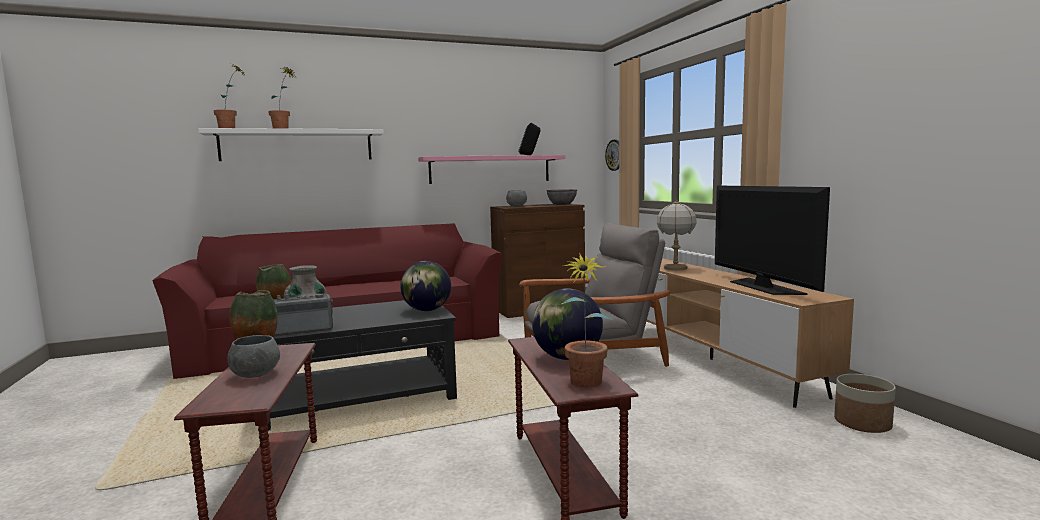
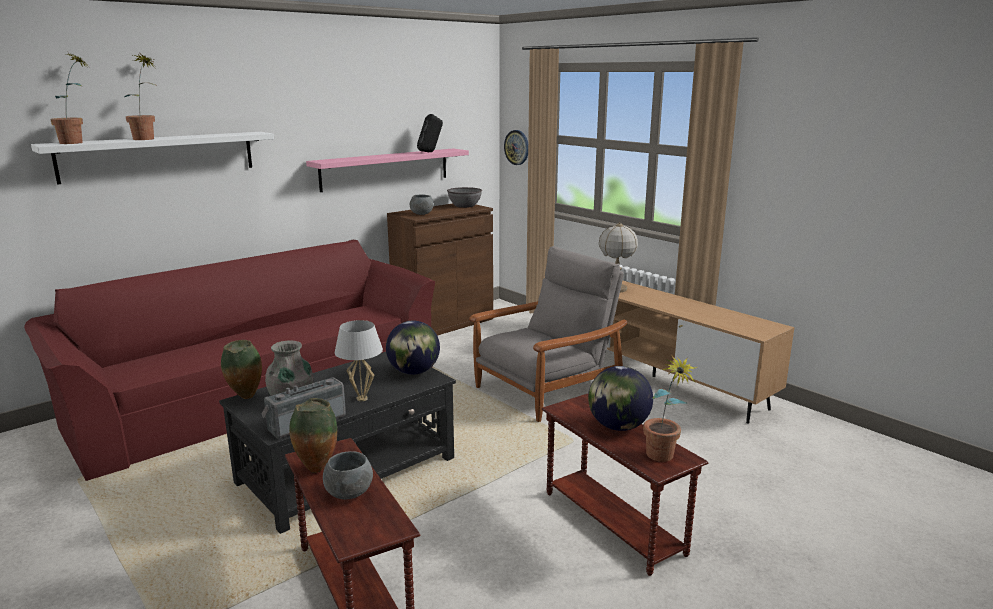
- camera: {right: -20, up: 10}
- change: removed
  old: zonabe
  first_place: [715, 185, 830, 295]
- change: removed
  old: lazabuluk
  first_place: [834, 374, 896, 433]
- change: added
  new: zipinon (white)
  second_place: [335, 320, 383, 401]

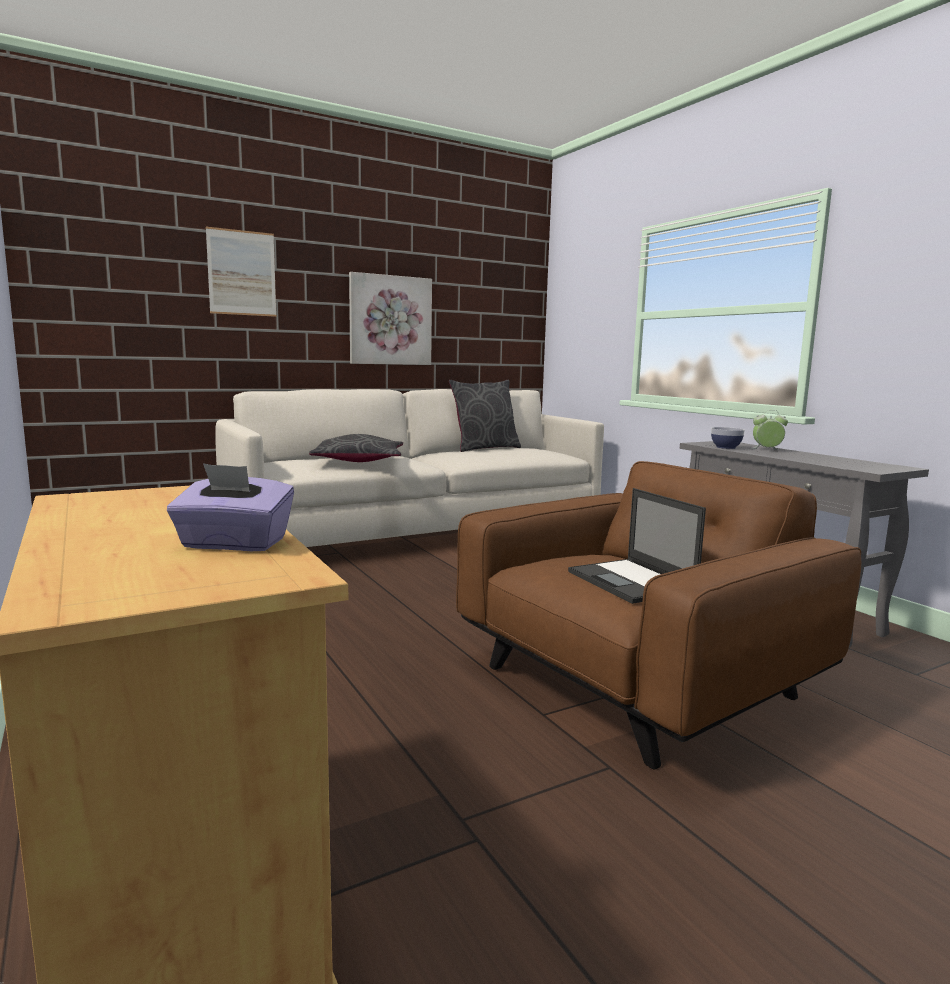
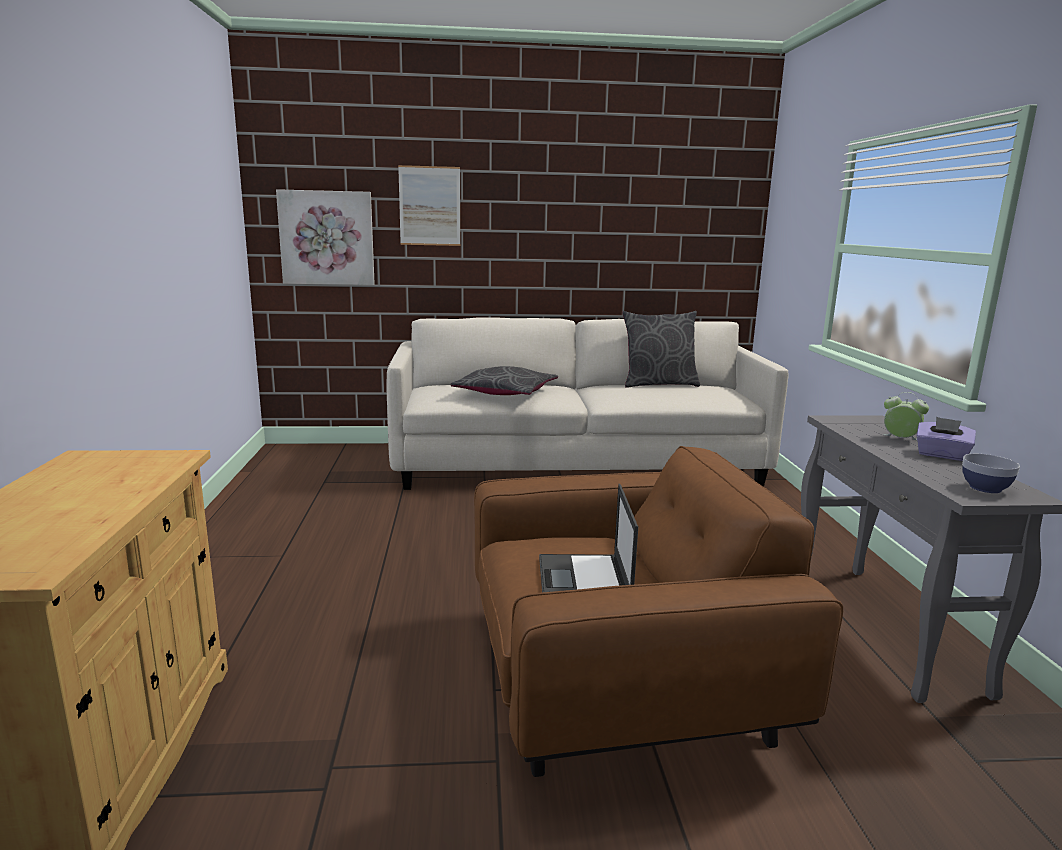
- camera: {right: 25, up: 5}
- change: moved
  old: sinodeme
  first_place: [349, 272, 432, 365]
  second_place: [276, 189, 375, 285]
- change: moved
  old: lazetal
  first_place: [711, 427, 745, 449]
  second_place: [962, 454, 1020, 493]
- change: moved
  old: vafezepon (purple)
  first_place: [167, 463, 294, 551]
  second_place: [917, 417, 976, 461]

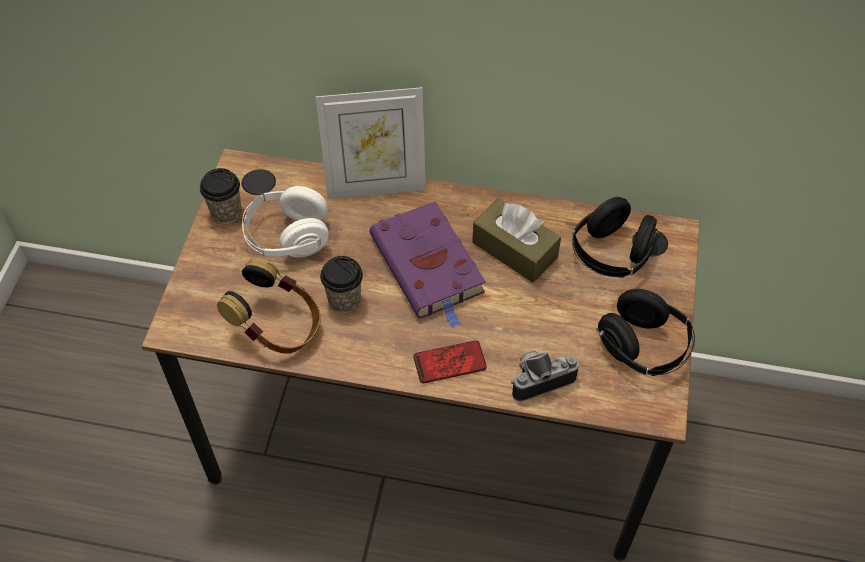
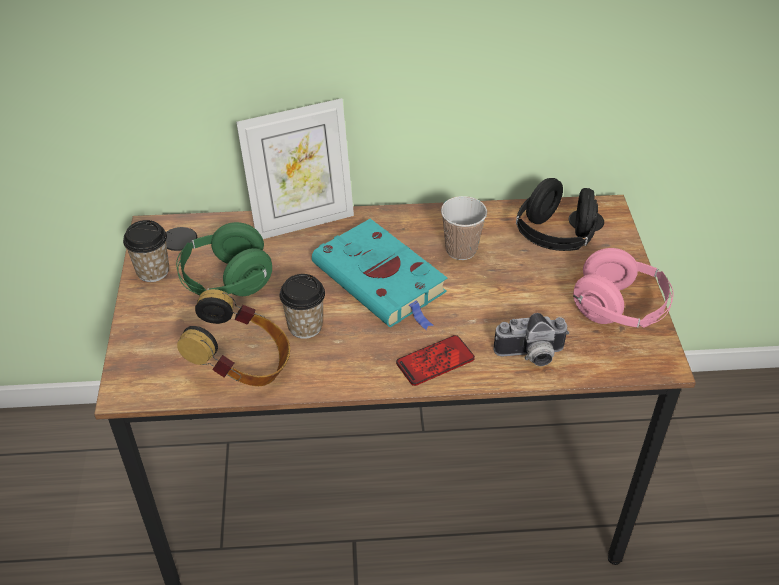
- camera: {right: -15, up: -10}
- change: recoloured
  old: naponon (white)
  new: naponon (green)
  first_place: [242, 186, 329, 258]
  second_place: [176, 222, 272, 296]
- change: replaced
  old: vafezepon (brown)
  new: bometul
  first_place: [472, 198, 561, 283]
  second_place: [441, 196, 487, 260]
- change: recoloured
  old: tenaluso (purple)
  new: tenaluso (turquoise)
  first_place: [370, 201, 486, 329]
  second_place: [312, 219, 447, 330]
- change: recoloured
  old: naponon (black)
  new: naponon (pink)
  first_place: [596, 289, 695, 376]
  second_place: [573, 248, 673, 328]
- change: turned
  old: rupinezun
  first_place: [511, 350, 579, 402]
  second_place: [494, 313, 569, 366]
  degrees: -150

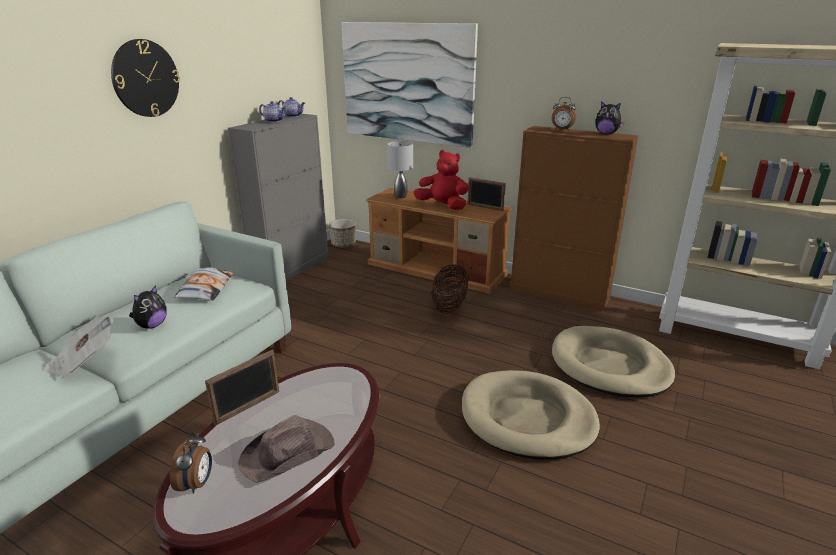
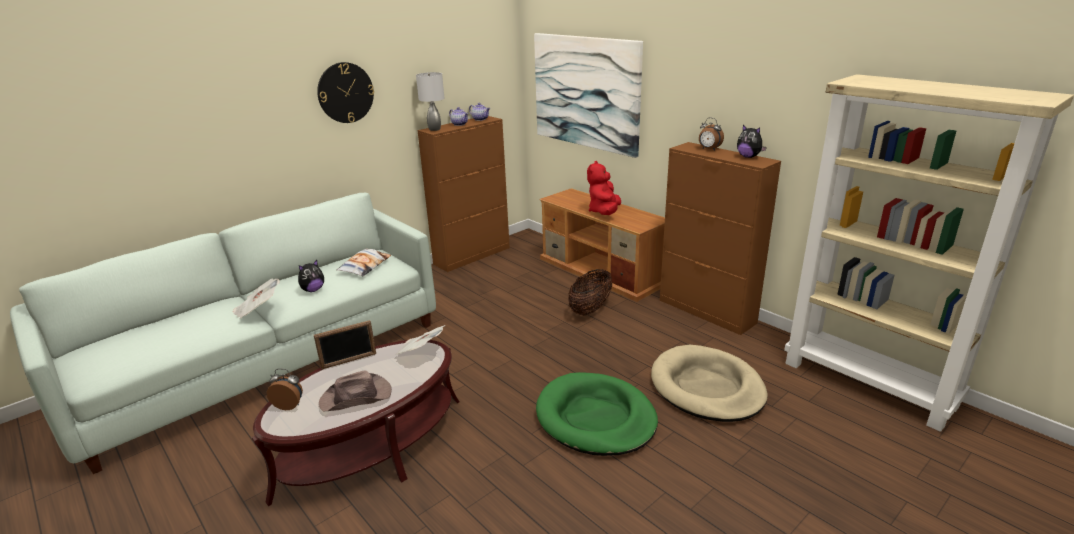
- camera: {right: 20, up: 0}
- change: recoloured
  old: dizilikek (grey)
  new: dizilikek (brown)
  first_place: [228, 114, 328, 281]
  second_place: [417, 116, 510, 272]
- change: moved
  old: zipinon (grey)
  first_place: [387, 141, 413, 198]
  second_place: [416, 72, 445, 131]
- change: turned
  old: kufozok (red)
  first_place: [414, 150, 469, 210]
  second_place: [587, 161, 621, 215]
  degrees: -120
- change: removed
  old: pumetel
  first_place: [467, 177, 506, 211]
- change: removed
  old: lazabuluk
  first_place: [329, 219, 356, 248]
- change: recoloured
  old: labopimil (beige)
  new: labopimil (green)
  first_place: [462, 370, 600, 460]
  second_place: [536, 372, 658, 456]
- change: turned
  old: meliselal
  first_place: [170, 432, 212, 494]
  second_place: [267, 368, 303, 410]
  degrees: -105
- change: added
  new: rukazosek
  second_place: [395, 325, 445, 355]

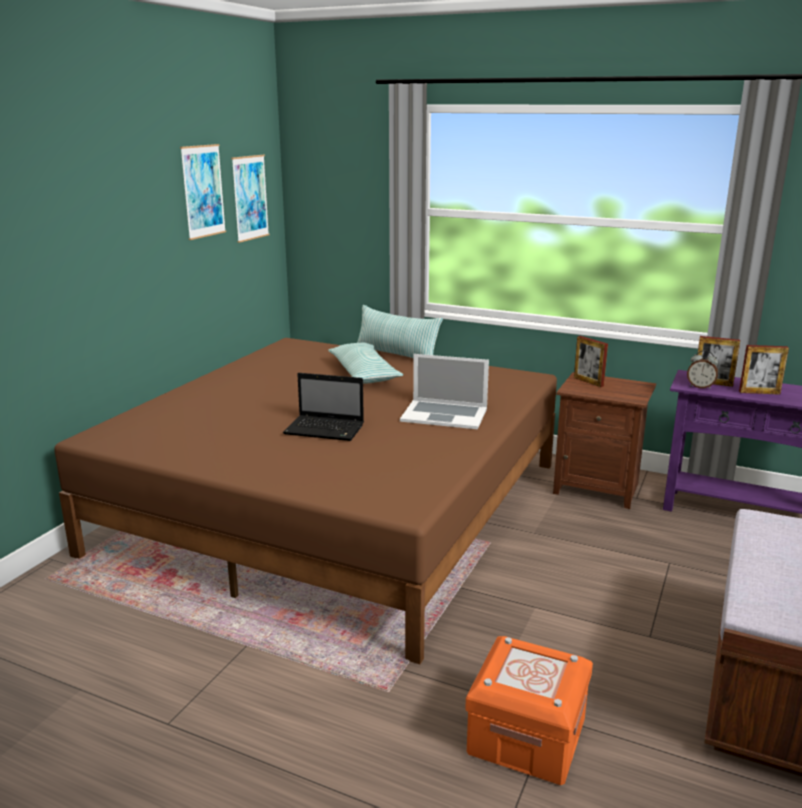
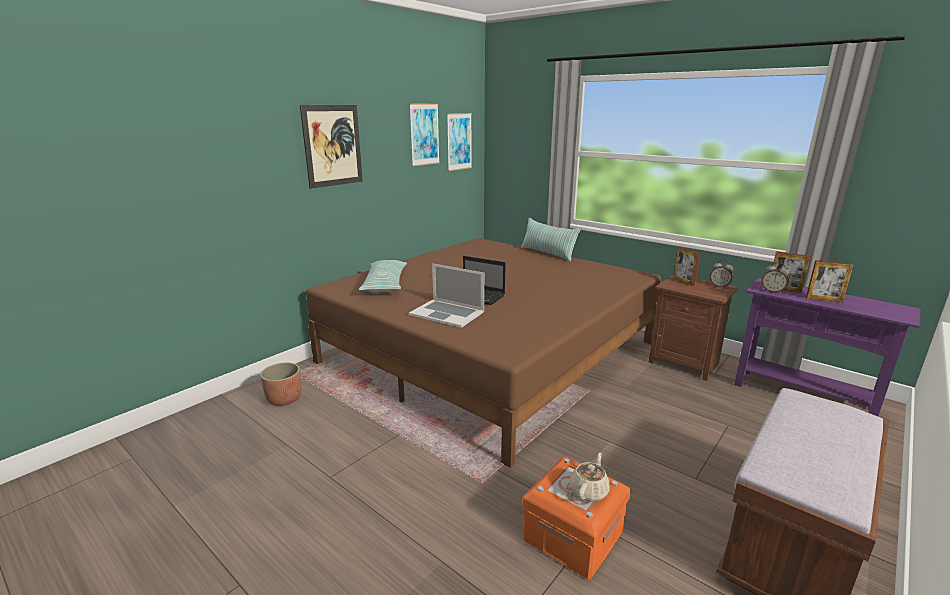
- camera: {right: 15, up: 0}
- change: moved
  old: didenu
  first_place: [328, 343, 403, 384]
  second_place: [359, 260, 407, 293]
- change: moved
  old: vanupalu
  first_place: [400, 354, 489, 429]
  second_place: [409, 263, 484, 328]
- change: added
  new: sinodeme
  second_place: [300, 105, 363, 189]
- change: added
  new: meliselal
  second_place: [710, 260, 733, 288]
- change: added
  new: lazabuluk
  second_place: [260, 363, 301, 406]
- change: added
  new: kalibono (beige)
  second_place: [569, 453, 610, 501]

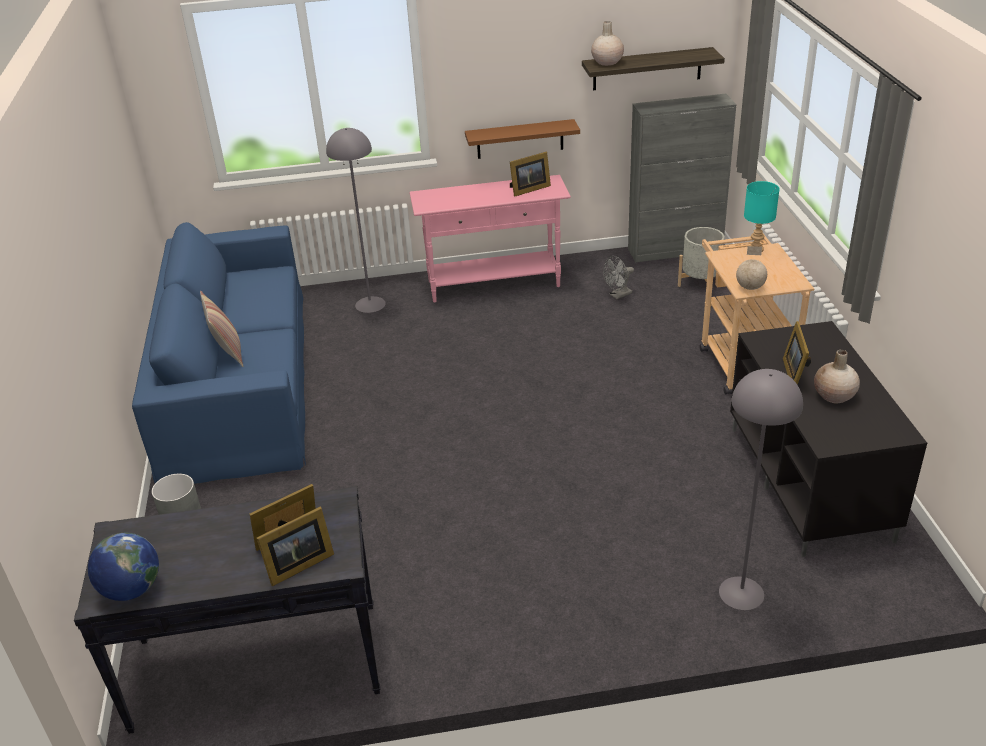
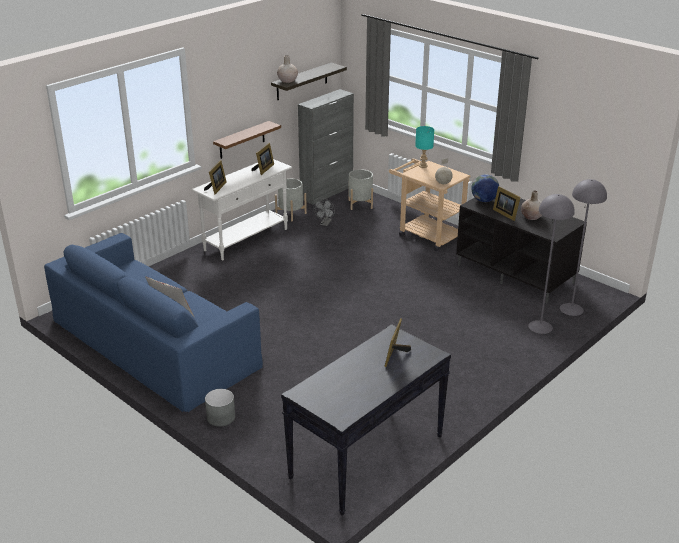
- camera: {right: -40, up: -5}
- change: moved
  old: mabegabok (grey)
  first_place: [326, 128, 386, 313]
  second_place: [560, 179, 607, 316]
- change: recoloured
  old: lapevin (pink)
  new: lapevin (white)
  first_place: [409, 175, 571, 302]
  second_place: [192, 159, 293, 260]
- change: moved
  old: pumetel
  first_place: [257, 507, 334, 586]
  second_place: [204, 160, 226, 194]
- change: moved
  old: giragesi
  first_place: [88, 533, 159, 601]
  second_place: [471, 174, 499, 202]
- change: added
  new: lazabuluk (grey)
  second_place: [275, 179, 307, 221]

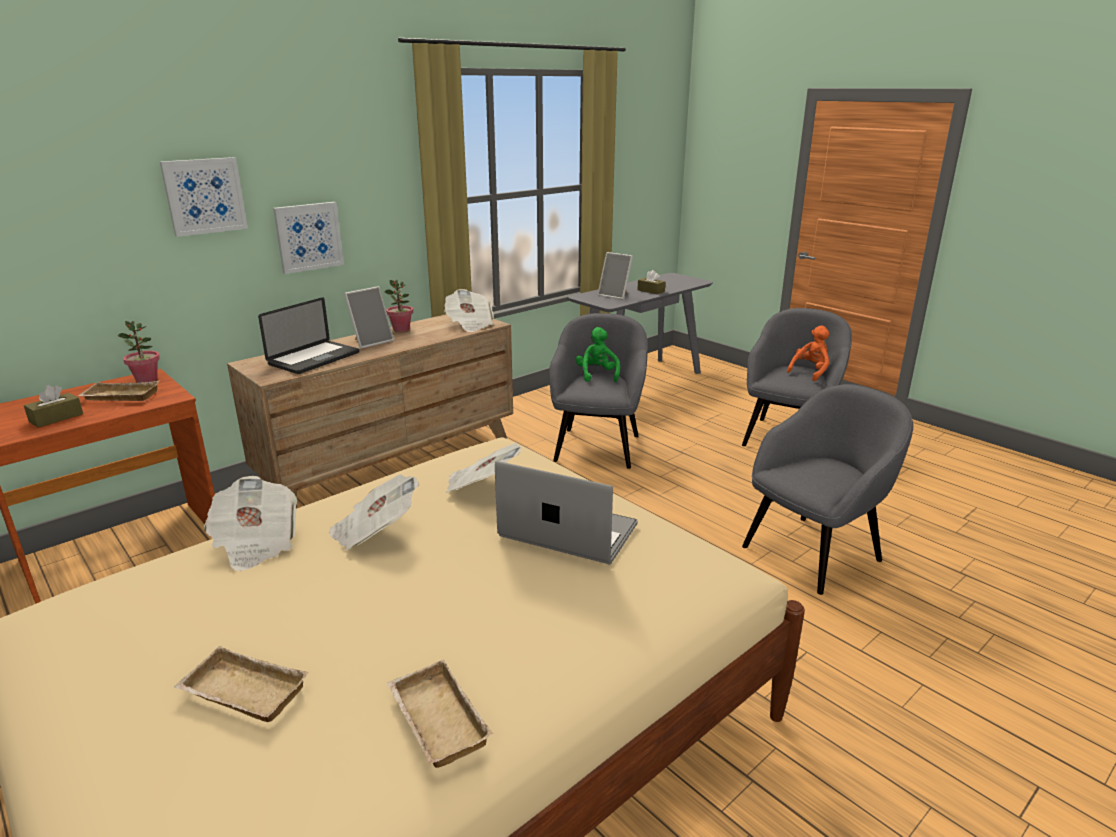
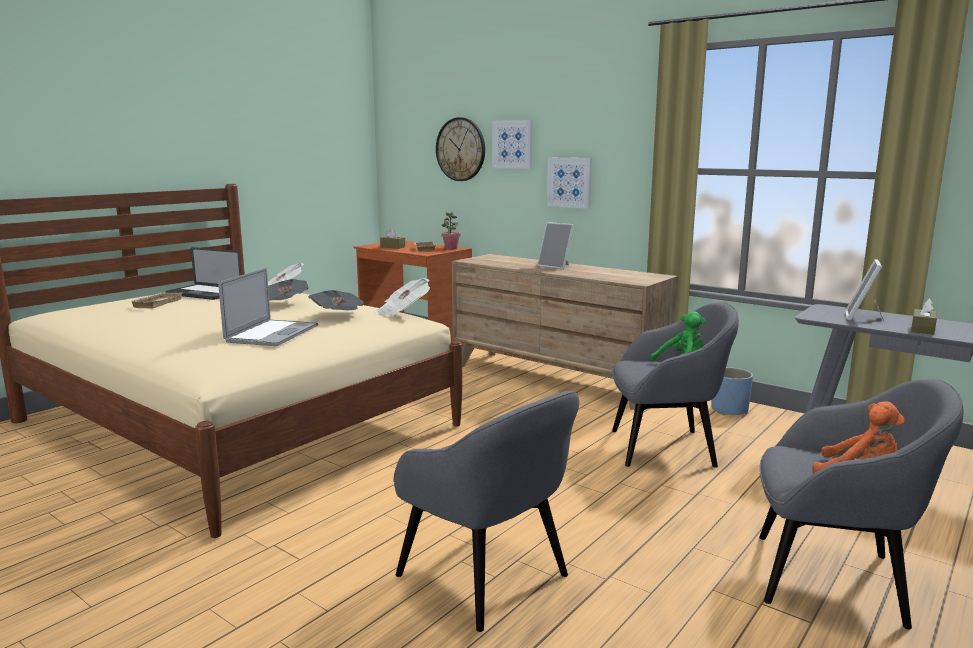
- camera: {right: 80, up: -10}
- change: removed
  old: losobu
  first_place: [384, 280, 413, 332]
- change: moved
  old: rukazosek
  first_place: [444, 289, 494, 332]
  second_place: [374, 278, 430, 315]
- change: moved
  old: vanupalu
  first_place: [258, 297, 359, 374]
  second_place: [165, 247, 241, 300]
- change: removed
  old: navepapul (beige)
  first_place: [387, 659, 493, 768]
- change: added
  new: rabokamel
  second_place: [436, 117, 485, 181]
- change: added
  new: lazabuluk (blue)
  second_place: [711, 367, 753, 416]

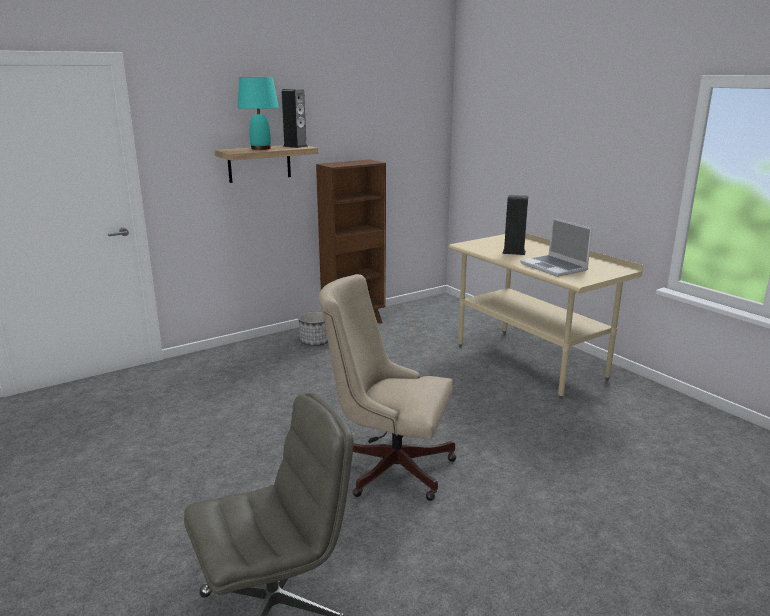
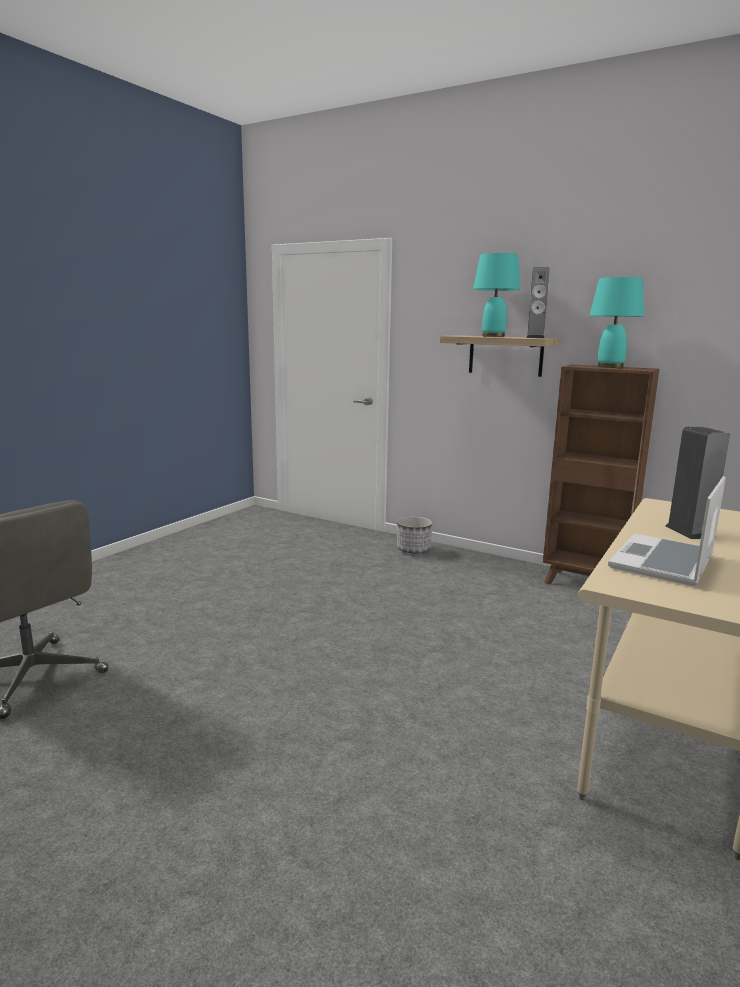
- camera: {right: 65, up: -5}
- change: removed
  old: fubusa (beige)
  first_place: [318, 274, 457, 501]
- change: moved
  old: lazabuluk
  first_place: [299, 311, 328, 346]
  second_place: [397, 516, 432, 553]
- change: added
  new: zipinon (turquoise)
  second_place: [590, 277, 644, 368]

